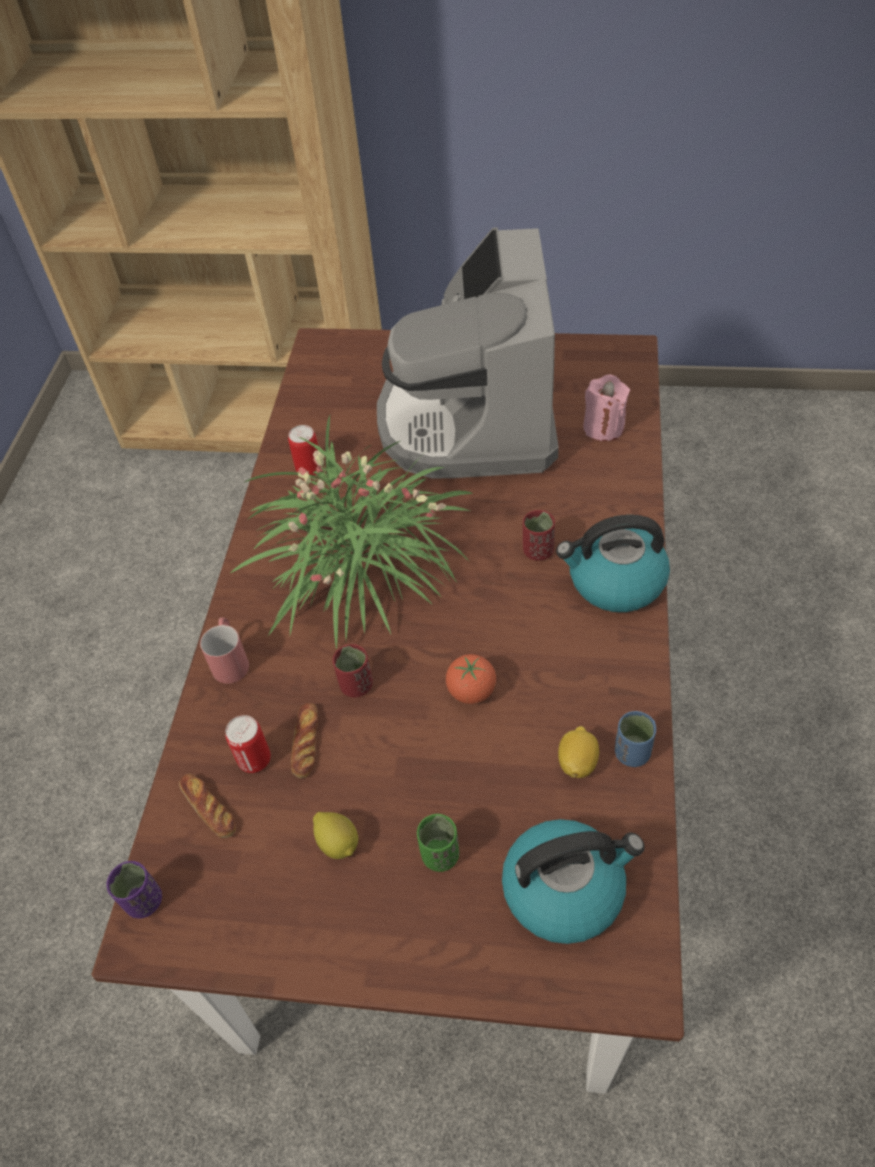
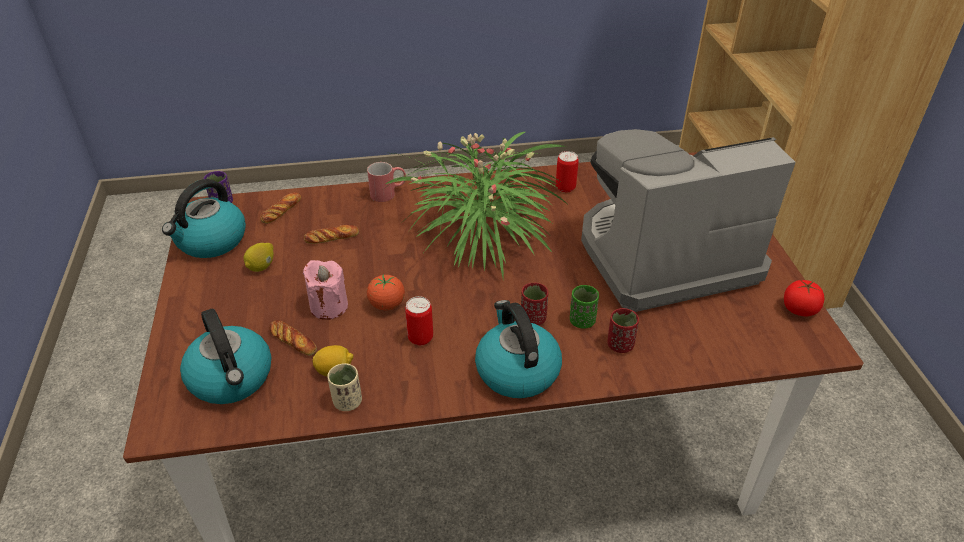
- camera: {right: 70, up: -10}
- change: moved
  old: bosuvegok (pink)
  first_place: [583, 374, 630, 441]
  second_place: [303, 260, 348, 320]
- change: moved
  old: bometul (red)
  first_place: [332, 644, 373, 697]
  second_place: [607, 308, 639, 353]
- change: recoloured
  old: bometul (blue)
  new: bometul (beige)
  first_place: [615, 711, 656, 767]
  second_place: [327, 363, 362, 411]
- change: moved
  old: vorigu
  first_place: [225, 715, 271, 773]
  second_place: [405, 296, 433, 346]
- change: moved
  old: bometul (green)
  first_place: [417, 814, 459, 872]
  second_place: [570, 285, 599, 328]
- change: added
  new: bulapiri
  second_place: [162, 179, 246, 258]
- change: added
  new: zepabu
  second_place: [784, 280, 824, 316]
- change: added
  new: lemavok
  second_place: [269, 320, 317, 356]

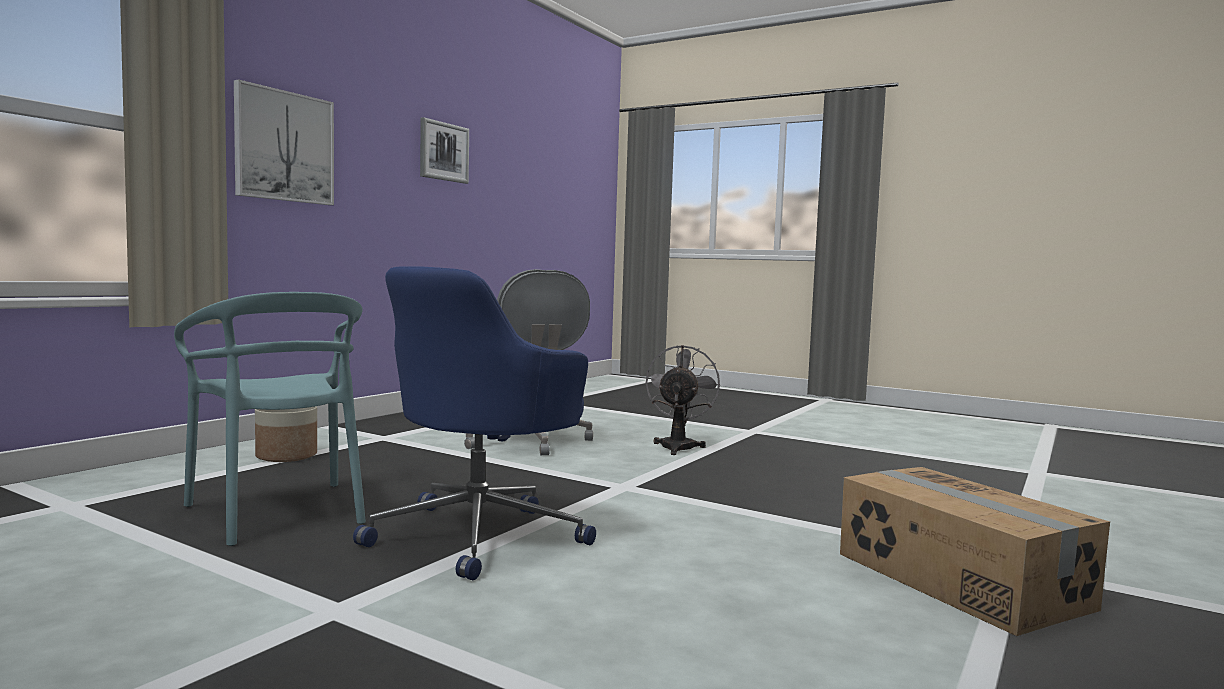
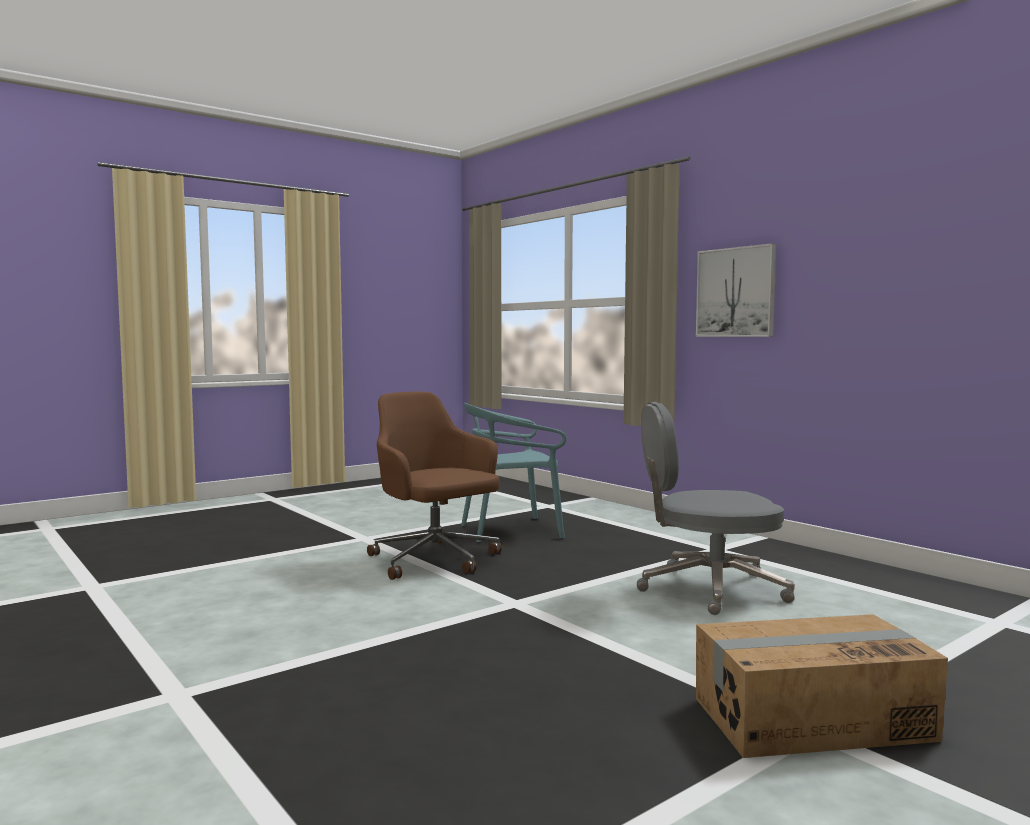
- camera: {right: 110, up: 0}
- change: removed
  old: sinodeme
  first_place: [420, 117, 469, 184]
- change: recoloured
  old: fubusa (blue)
  new: fubusa (brown)
  first_place: [353, 266, 596, 580]
  second_place: [367, 392, 502, 580]
- change: removed
  old: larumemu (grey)
  first_place: [646, 345, 720, 455]
- change: removed
  old: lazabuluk
  first_place: [255, 406, 317, 462]
- change: moved
  old: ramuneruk
  first_place: [840, 467, 1110, 636]
  second_place: [696, 614, 948, 758]

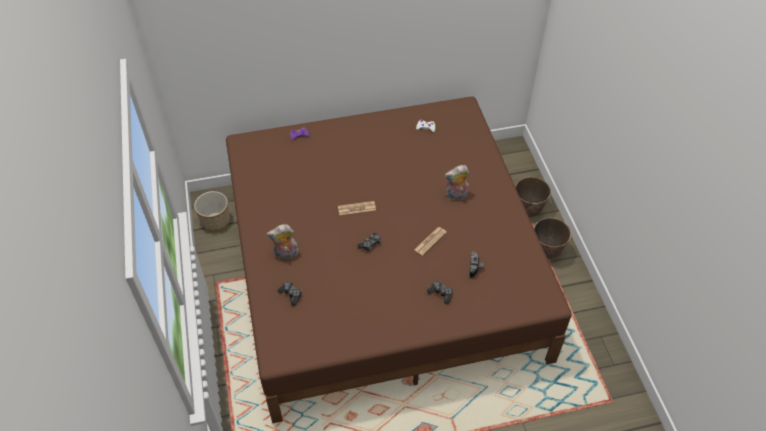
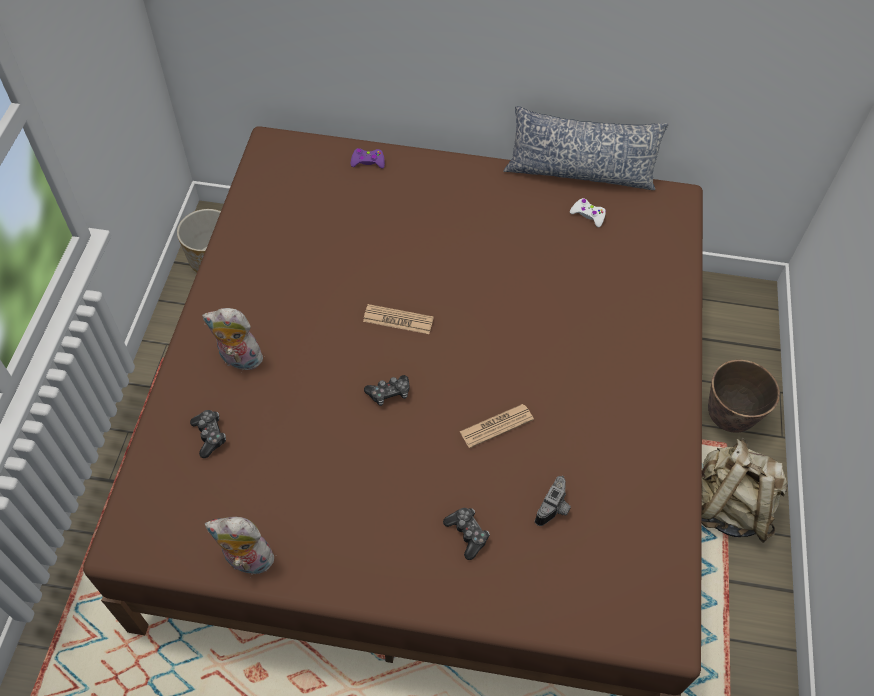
- camera: {right: 20, up: 5}
- change: moved
  old: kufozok
  first_place: [444, 165, 469, 200]
  second_place: [205, 516, 274, 574]
- change: replaced
  old: lazabuluk
  new: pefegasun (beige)
  first_place: [534, 218, 571, 259]
  second_place: [702, 438, 787, 543]
- change: added
  new: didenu
  second_place: [503, 106, 669, 190]

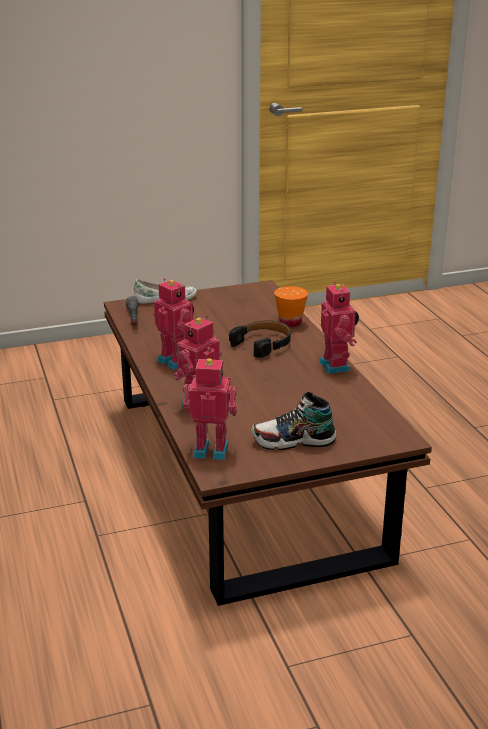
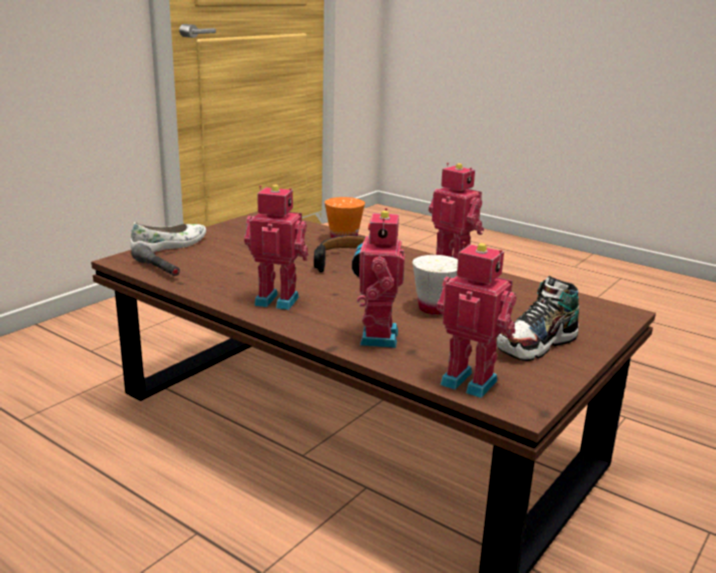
- camera: {right: -35, up: -5}
- change: turned
  old: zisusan
  first_place: [183, 358, 237, 460]
  second_place: [437, 242, 516, 398]
  degrees: 60
- change: added
  new: bometul (white)
  second_place: [412, 255, 458, 315]

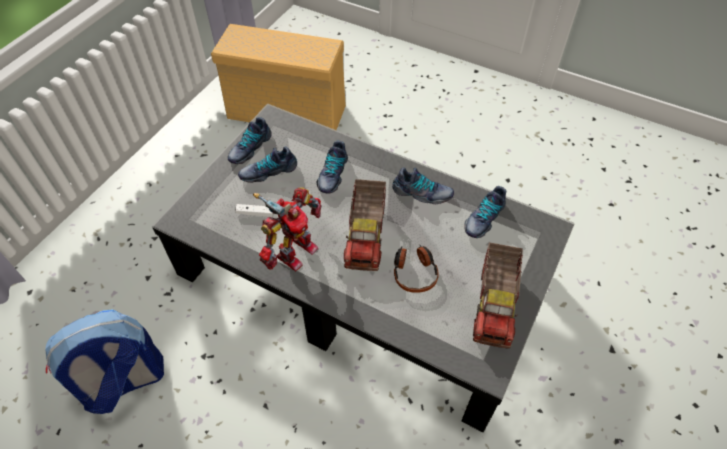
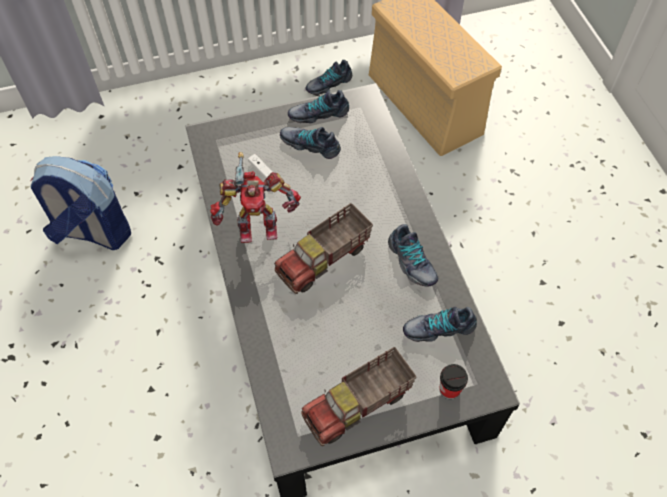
- camera: {right: 45, up: 5}
- change: moved
  old: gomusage
  first_place: [317, 141, 348, 193]
  second_place: [306, 60, 352, 95]
- change: removed
  old: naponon
  first_place: [394, 244, 439, 293]
- change: added
  new: bometul
  second_place: [440, 364, 468, 399]

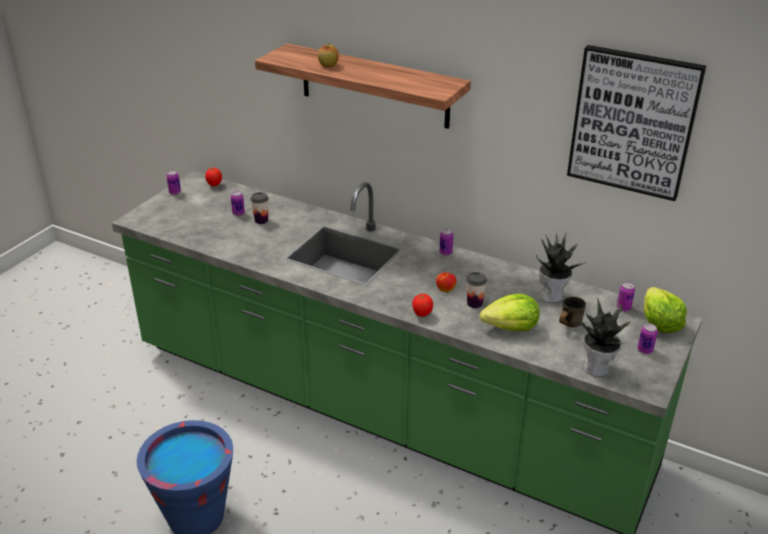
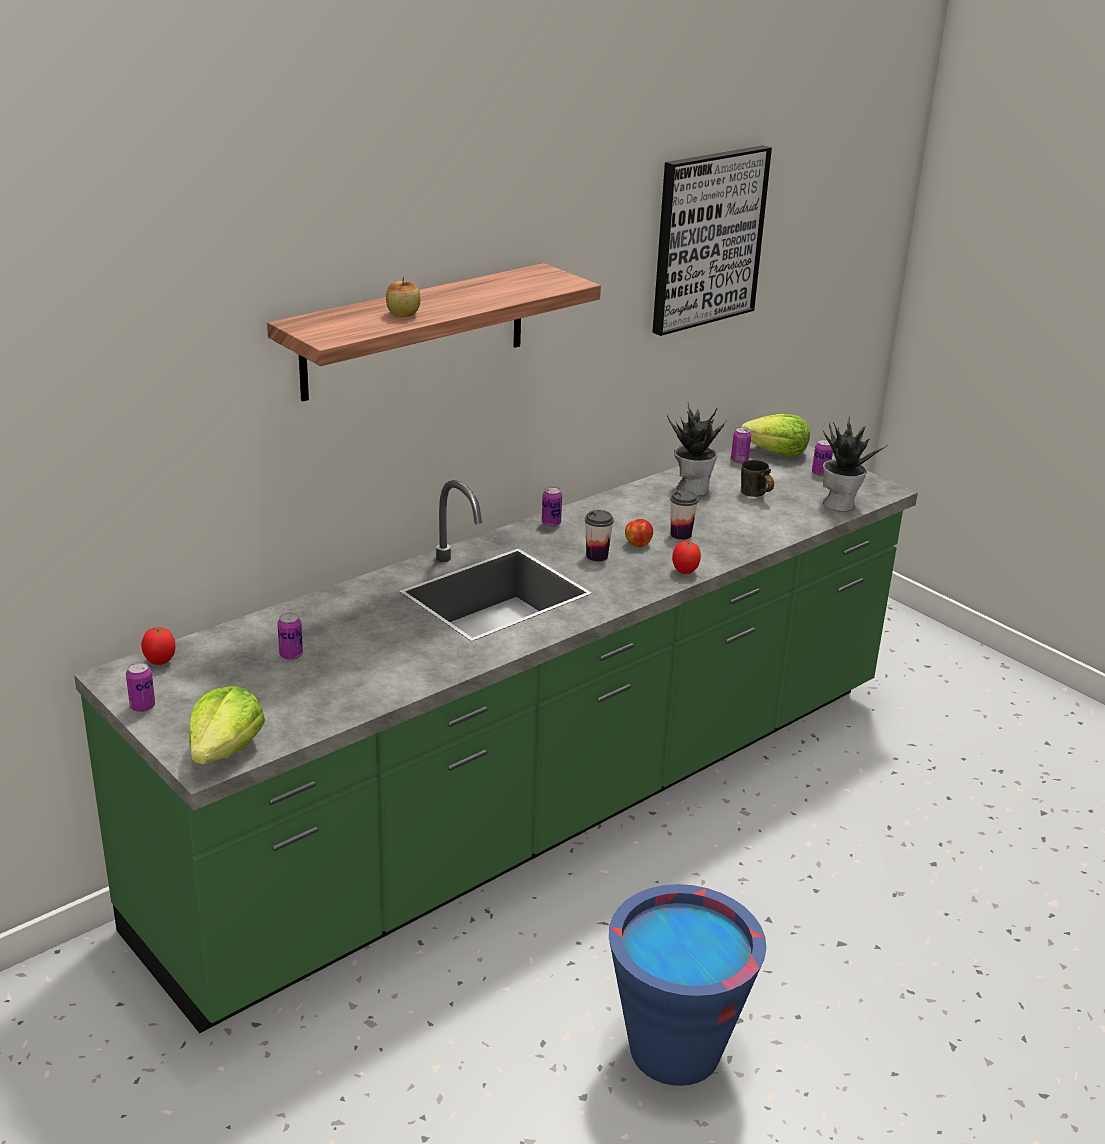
- camera: {right: -70, up: -5}
- change: moved
  old: bometul
  first_place: [250, 192, 269, 224]
  second_place: [585, 510, 614, 561]
- change: moved
  old: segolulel
  first_place: [480, 294, 539, 331]
  second_place: [189, 686, 265, 764]

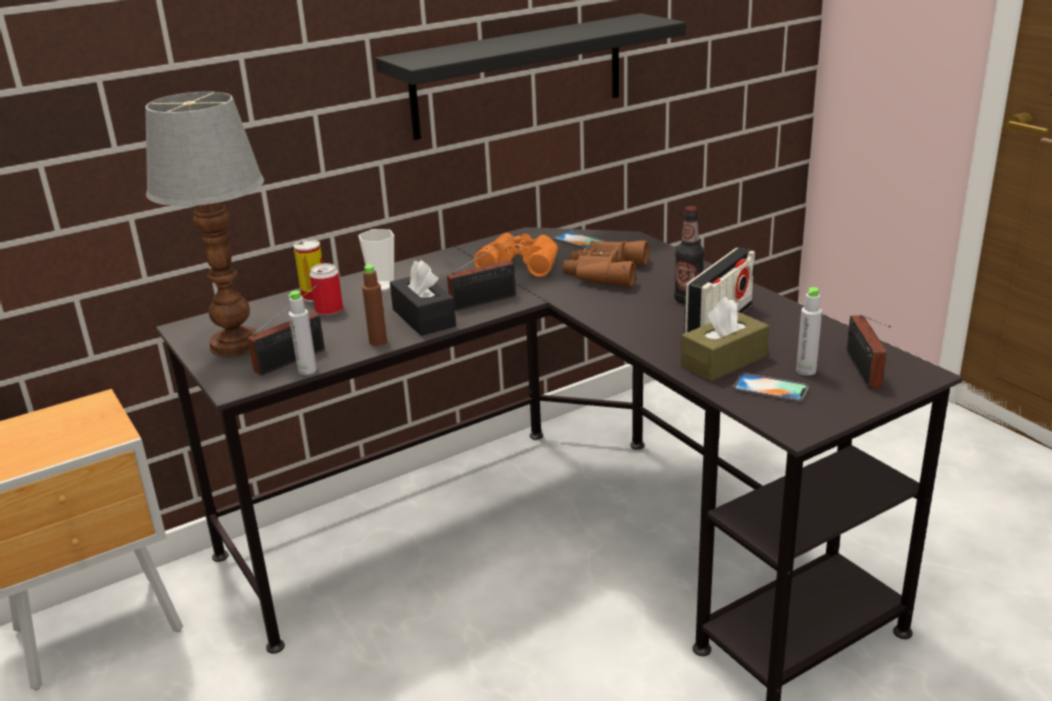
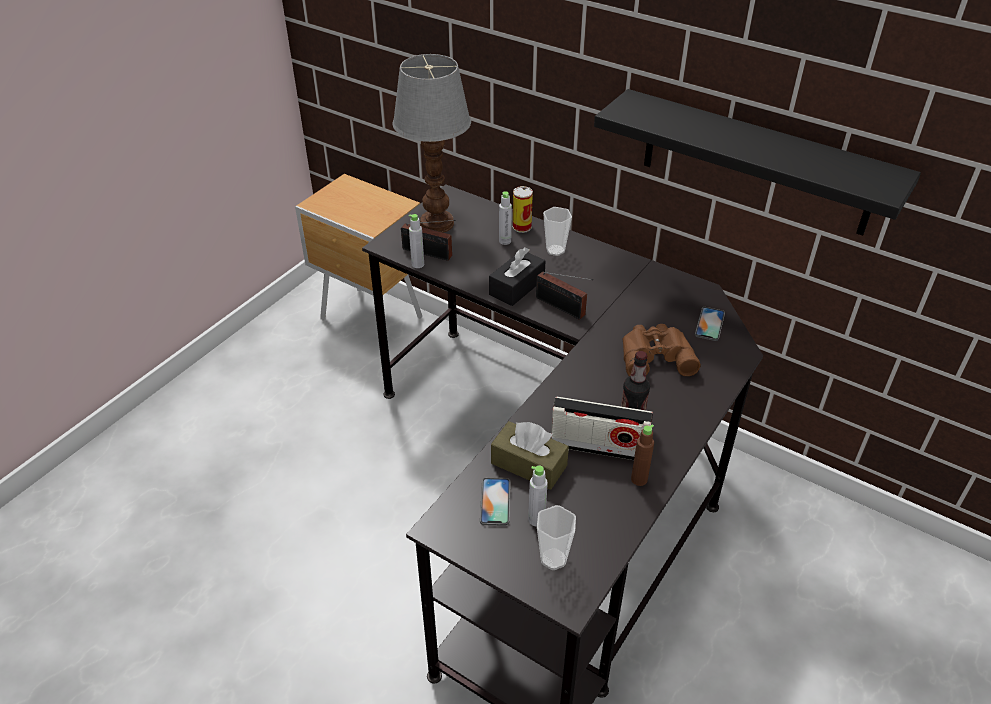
- camera: {right: 65, up: 15}
- change: removed
  old: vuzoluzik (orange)
  first_place: [474, 233, 558, 277]
- change: replaced
  old: vorigu
  new: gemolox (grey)
  first_place: [310, 263, 343, 315]
  second_place: [499, 191, 512, 245]
- change: moved
  old: gemolox (brown)
  first_place: [362, 264, 387, 346]
  second_place: [631, 424, 654, 486]
- change: replaced
  old: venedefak
  new: bometul
  first_place: [846, 315, 891, 389]
  second_place: [537, 505, 576, 570]

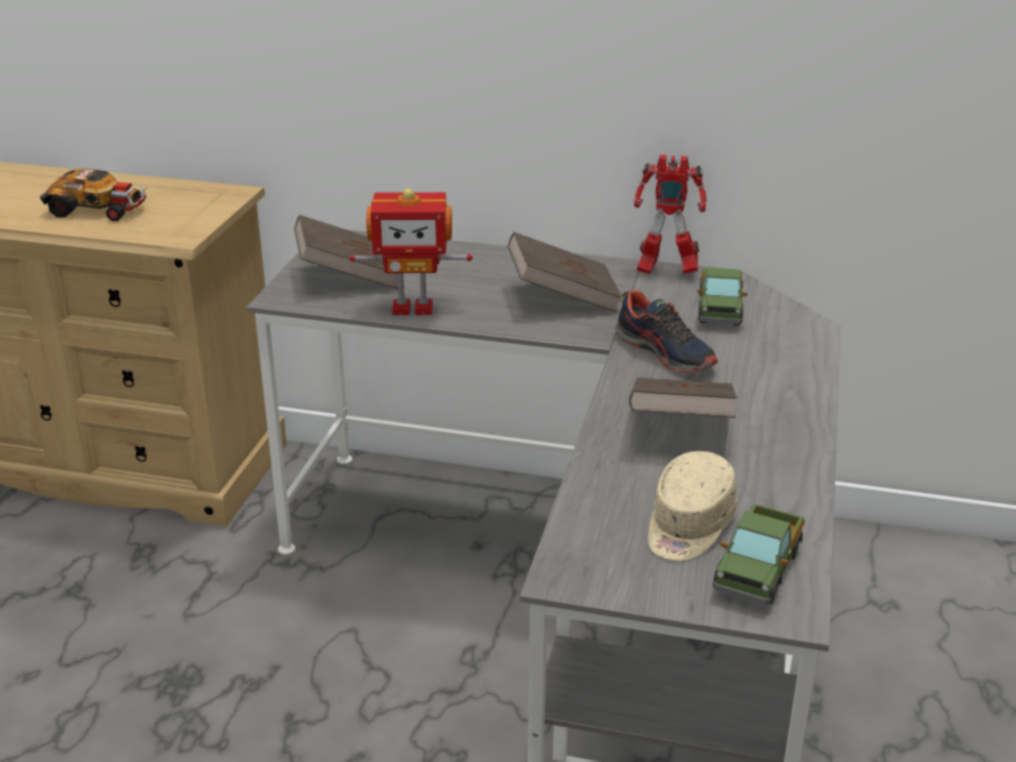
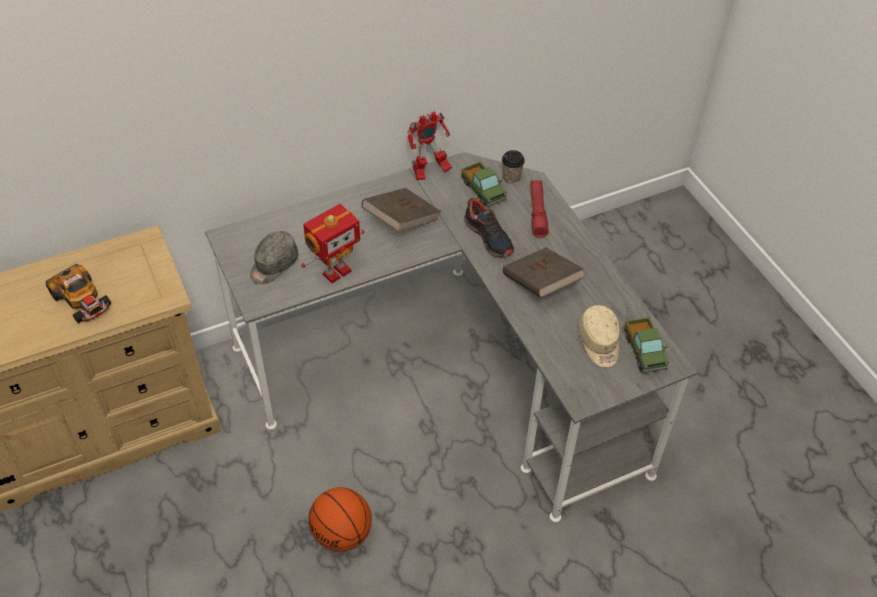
- camera: {right: -40, up: 20}
- change: turned
  old: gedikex
  first_place: [40, 169, 147, 221]
  second_place: [46, 264, 111, 324]
  degrees: 75
- change: replaced
  old: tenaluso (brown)
  new: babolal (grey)
  first_place: [294, 215, 404, 289]
  second_place: [250, 231, 298, 284]
- change: turned
  old: gomusage
  first_place: [615, 290, 718, 374]
  second_place: [464, 198, 514, 257]
  degrees: 45
- change: added
  new: bometul
  second_place: [502, 150, 525, 184]
- change: added
  new: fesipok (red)
  second_place: [530, 180, 549, 238]
- change: added
  new: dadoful
  second_place: [309, 487, 372, 552]

